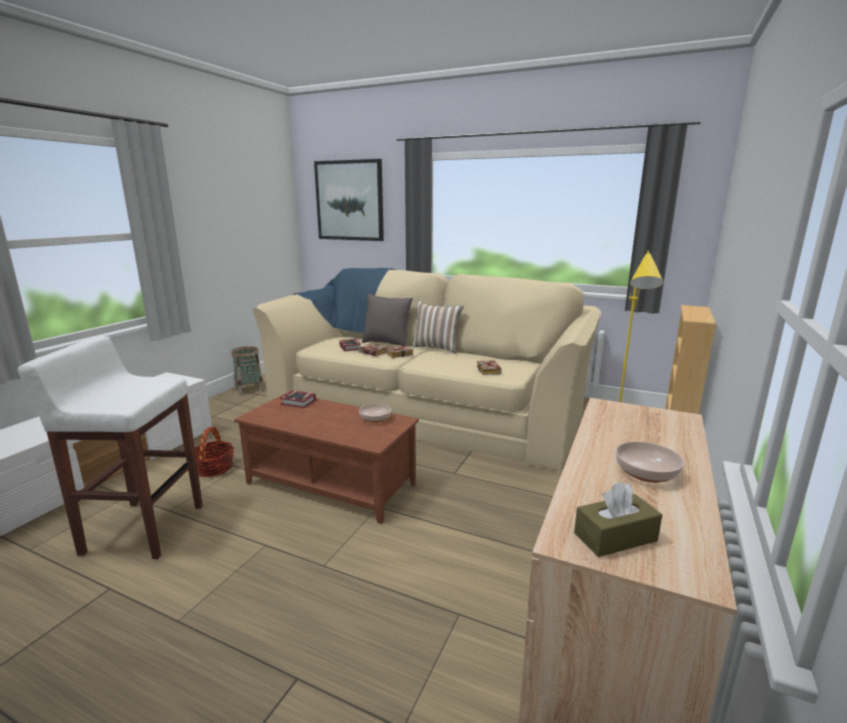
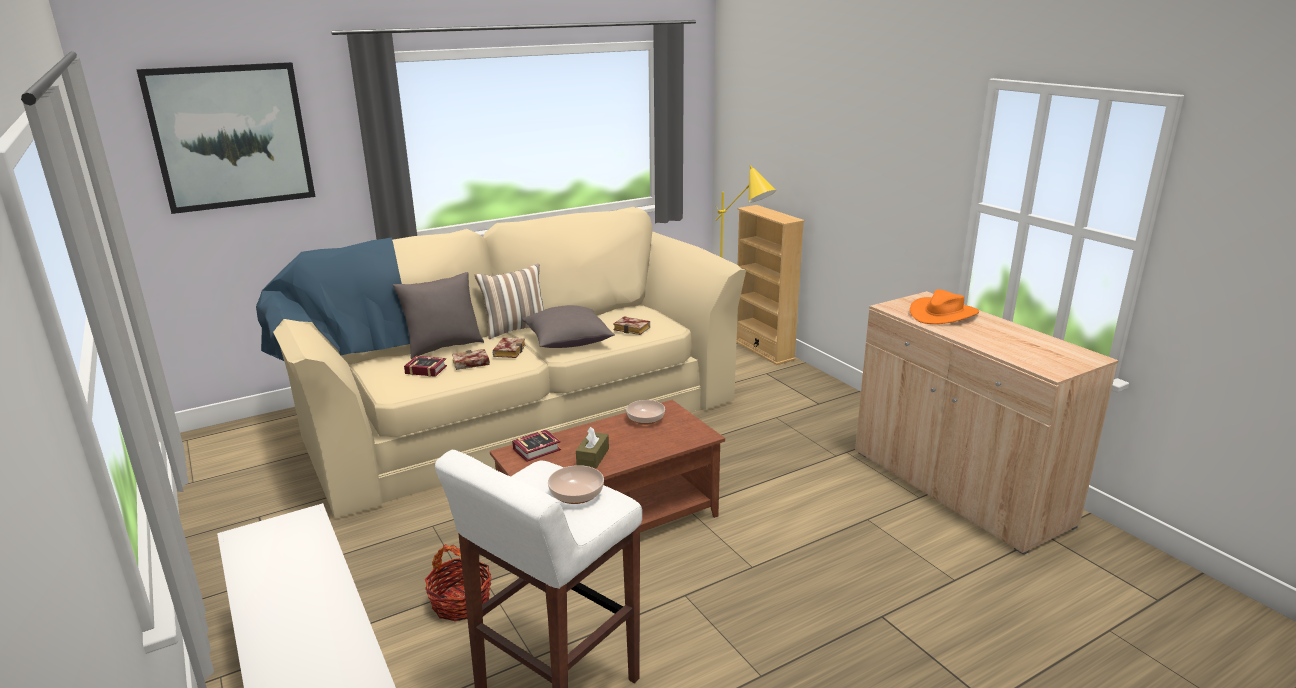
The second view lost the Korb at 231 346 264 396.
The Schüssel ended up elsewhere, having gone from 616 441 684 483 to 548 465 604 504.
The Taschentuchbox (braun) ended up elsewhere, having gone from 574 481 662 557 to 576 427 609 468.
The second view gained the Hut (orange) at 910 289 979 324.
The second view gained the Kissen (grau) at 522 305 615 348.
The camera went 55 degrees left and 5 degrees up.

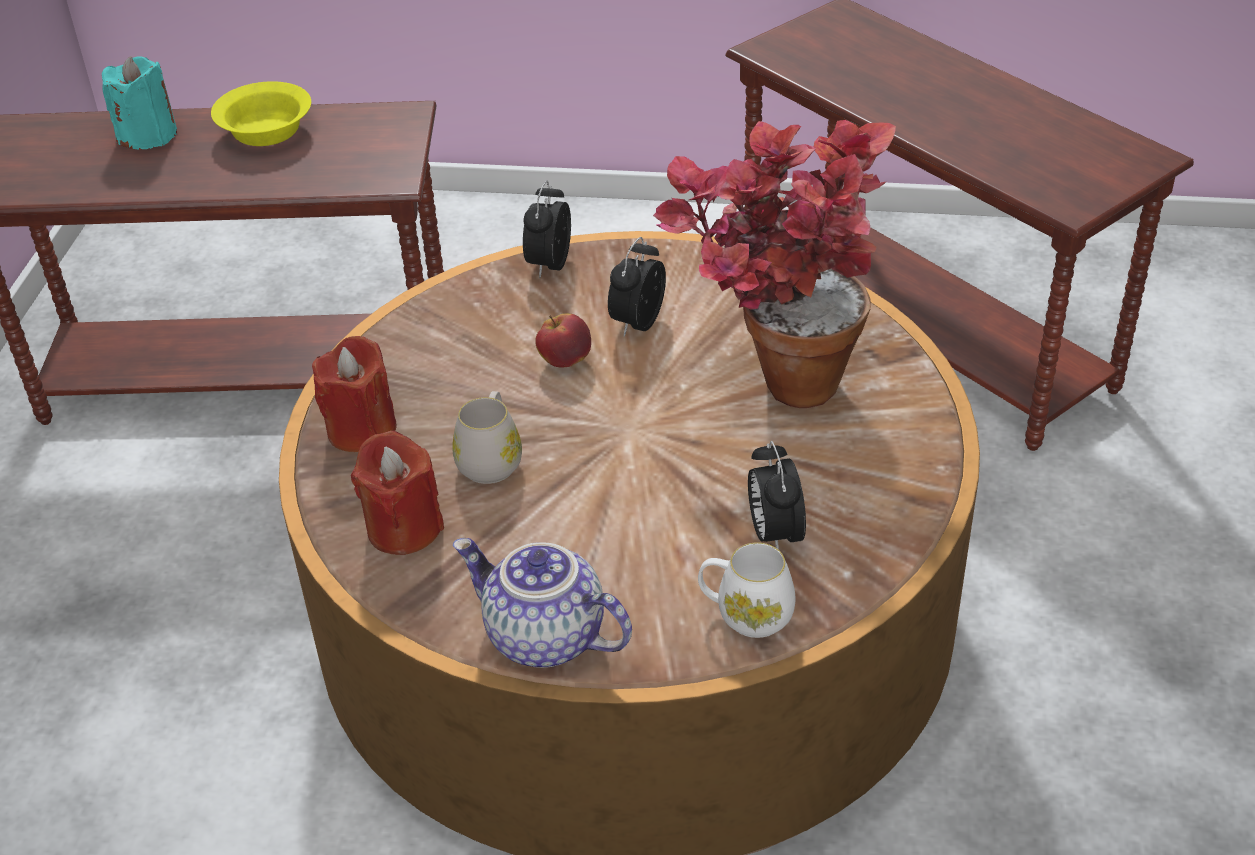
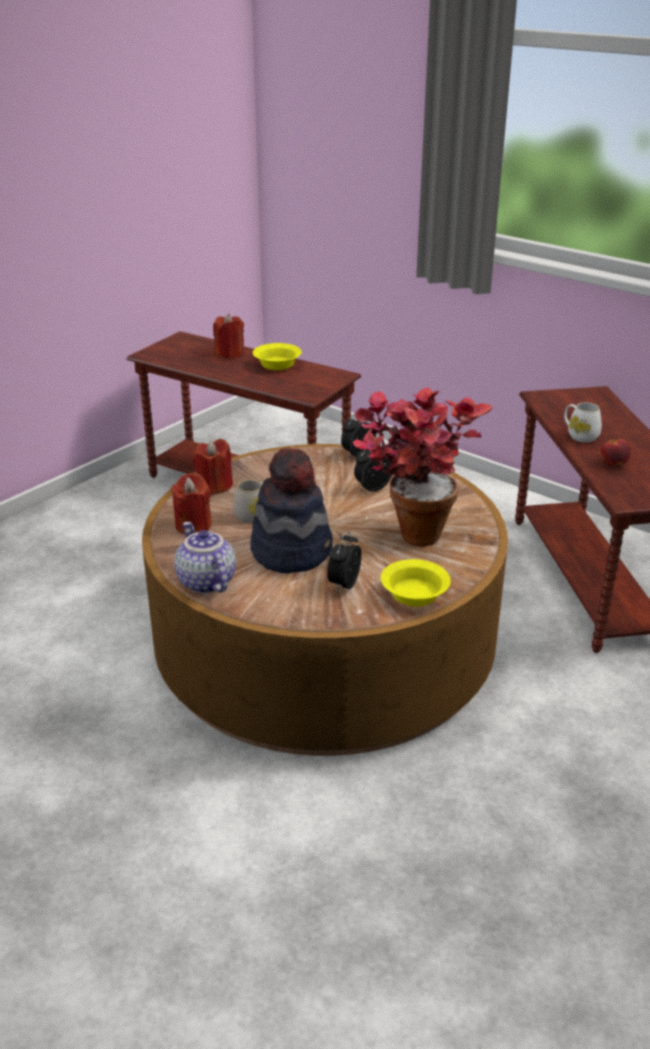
What was the Kerze (türkis) at 102 56 177 150 turned into the Kerze (rot) at 213 313 244 359.
The Apfel ended up elsewhere, having gone from 535 314 591 368 to 600 437 631 466.
The Henkelbecher (weiß) ended up elsewhere, having gone from 698 542 795 638 to 564 402 602 442.
The second view gained the Hut at 250 447 333 573.
The second view gained the Schüssel (gelb) at 381 559 451 607.
The camera went 30 degrees right and 10 degrees down.

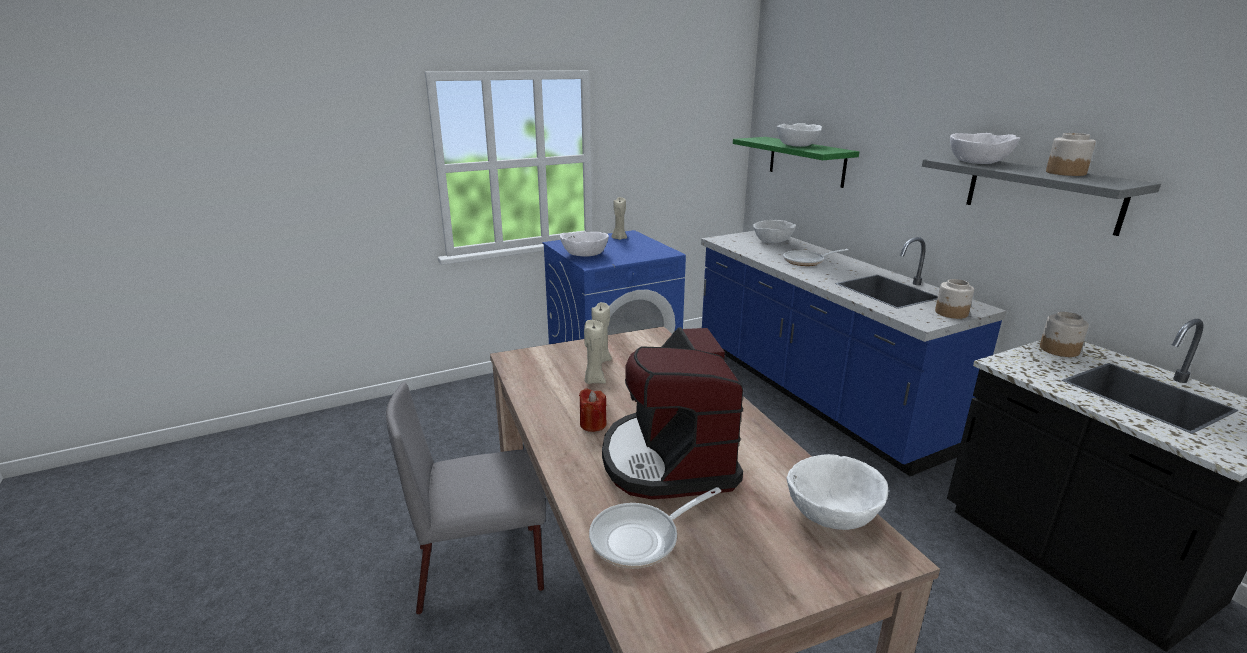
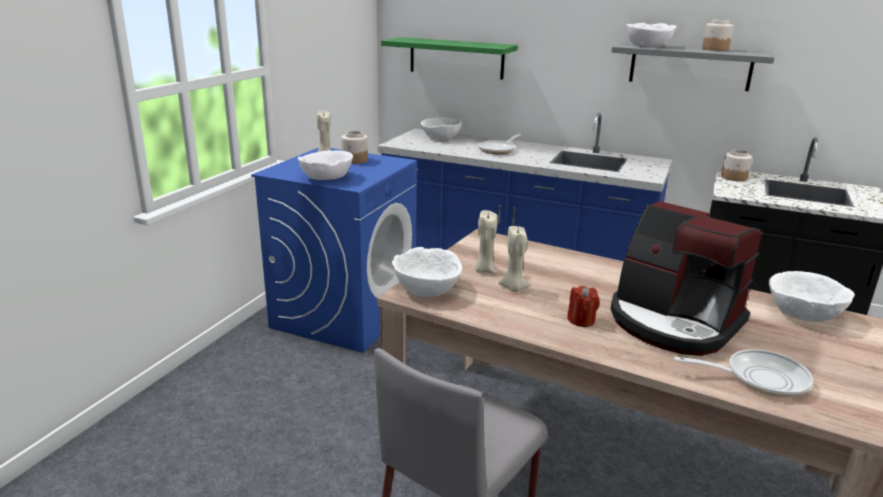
The Schüssel (weiß) ended up elsewhere, having gone from 777 123 822 147 to 392 247 462 297.
The Vorratsglas ended up elsewhere, having gone from 935 279 974 319 to 341 131 368 164.
The Pfanne at 589 487 721 569 ended up facing another way, 105 degrees counterclockwise from before.
The camera went 40 degrees left and 0 degrees up.

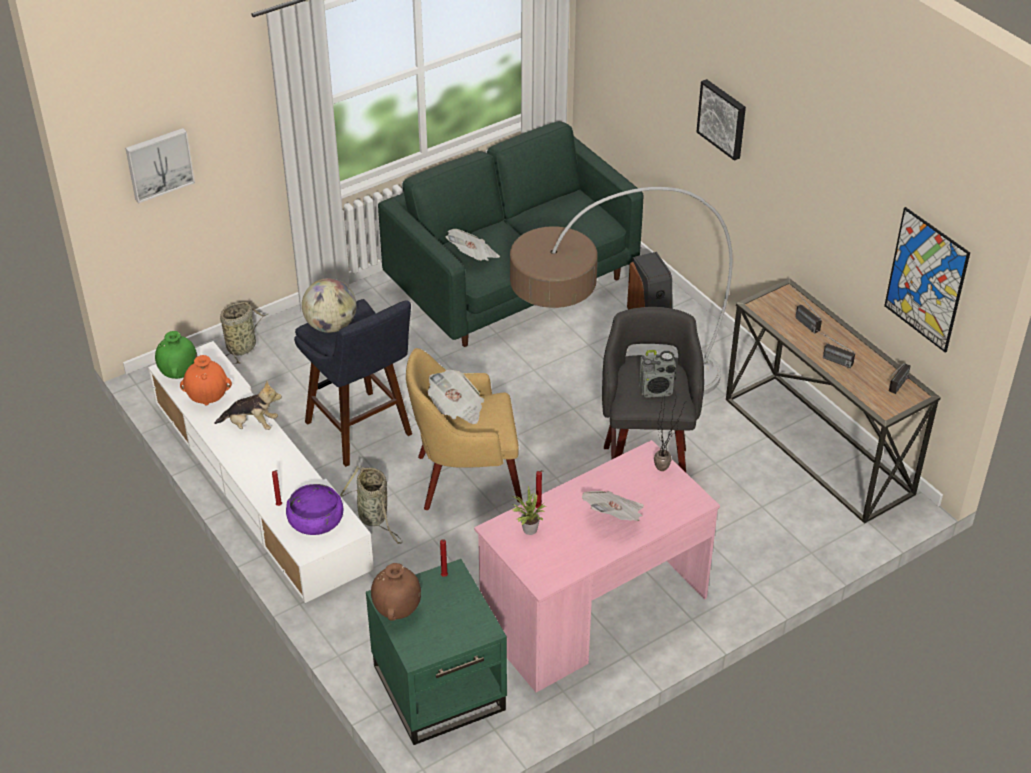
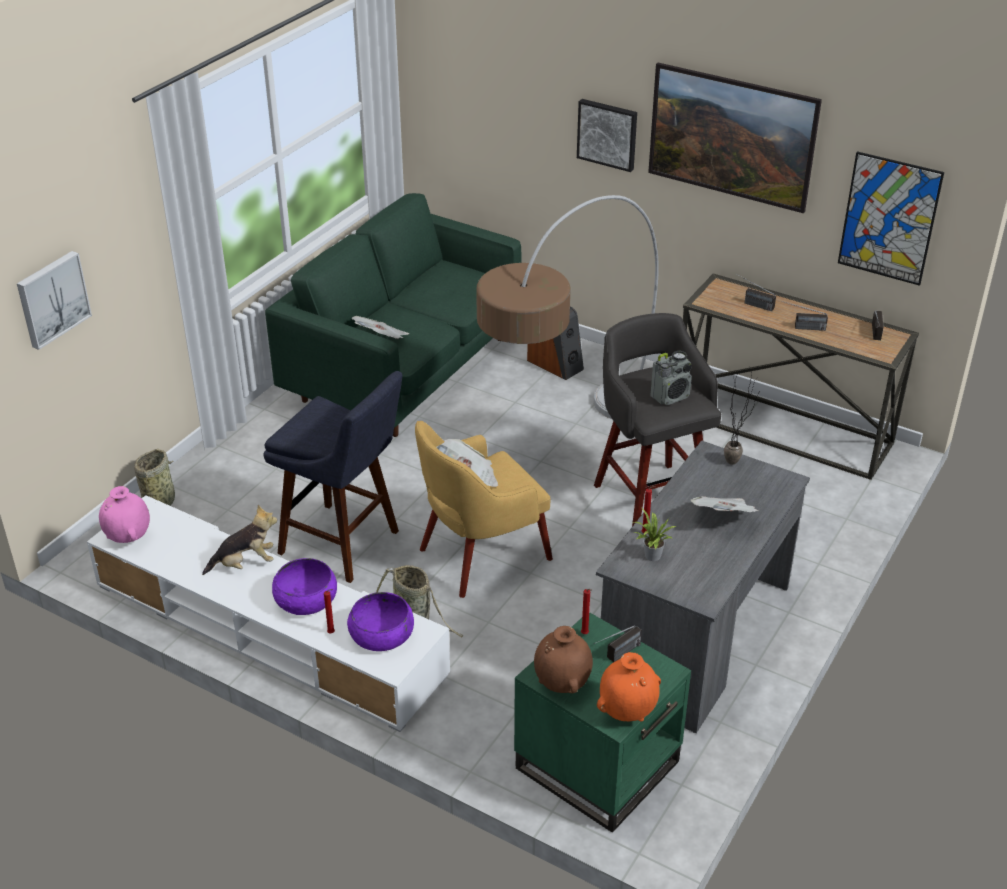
The second view lost the Globus at 302 278 356 333.
What was the Vase (grün) at 155 331 197 379 turned into the Vase (rosa) at 99 486 150 543.
The Vase (orange) ended up elsewhere, having gone from 180 355 232 406 to 597 652 661 721.
What was the Schreibtisch (rosa) at 474 440 720 692 turned into the Schreibtisch (grau) at 596 440 810 733.
The second view gained the Bild at 648 63 822 213.
The second view gained the Schüssel (lila) at 272 558 337 615.
The second view gained the Radio at 594 626 642 662.
The camera went 25 degrees left and 5 degrees down.

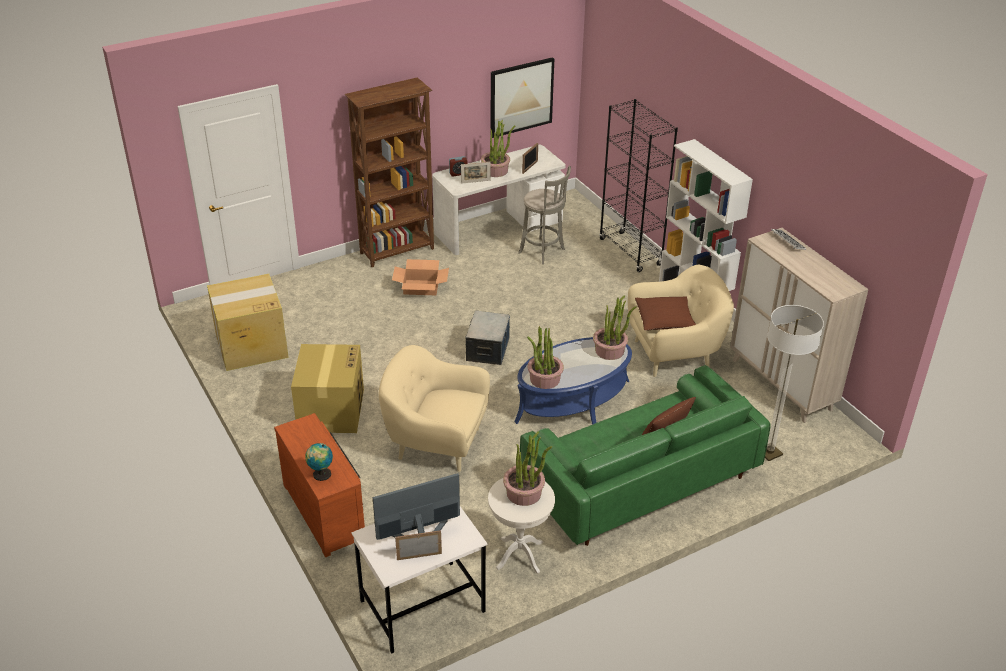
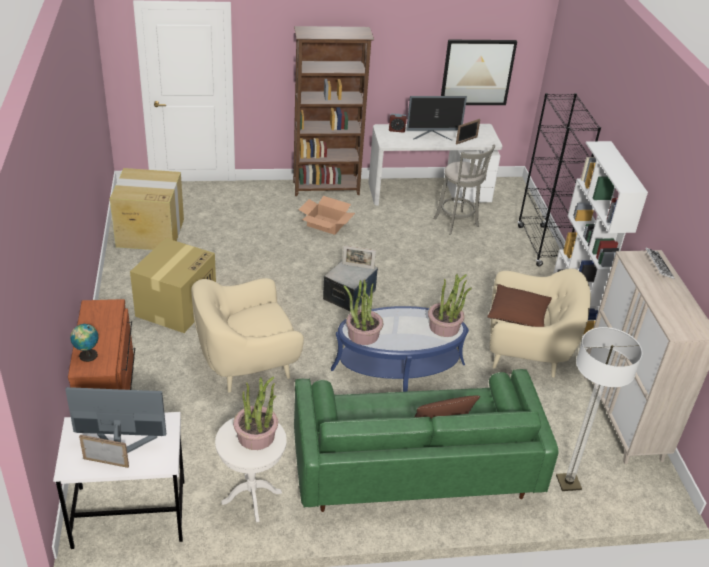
Where the Topfpflanze stood at 481 120 516 177, the Monitor came to stand at 406 96 467 140.
The Bilderrahmen ended up elsewhere, having gone from 461 162 490 184 to 342 245 376 269.
The Sessel (beige) at 379 345 490 472 ended up facing another way, 60 degrees counterclockwise from before.
The camera went 20 degrees right and 0 degrees up.

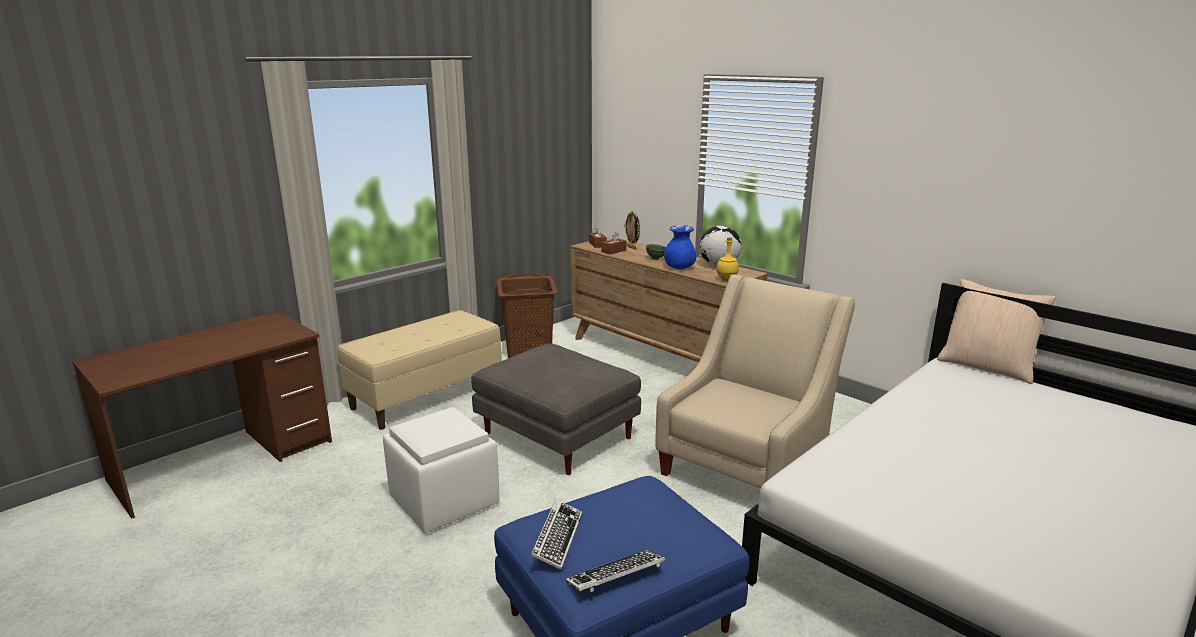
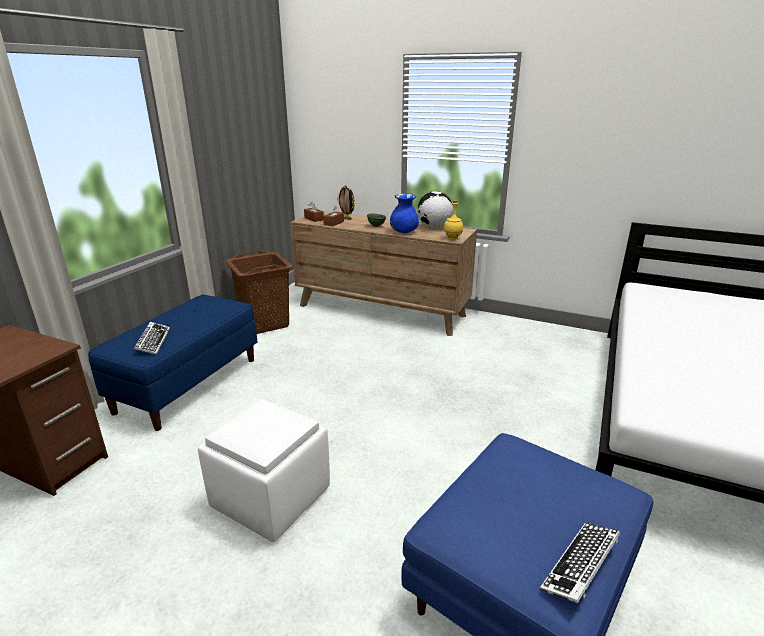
The second view lost the Sessel (beige) at 655 274 855 489.
The second view lost the Kissen (beige) at 937 279 1056 384.
What was the Bank (beige) at 337 310 502 430 turned into the Bank (blau) at 88 294 257 431.
The second view lost the Polsterhocker (grau) at 471 343 641 475.
The Tastatur ended up elsewhere, having gone from 531 499 582 570 to 134 322 170 355.
The camera went 20 degrees left and 5 degrees up.

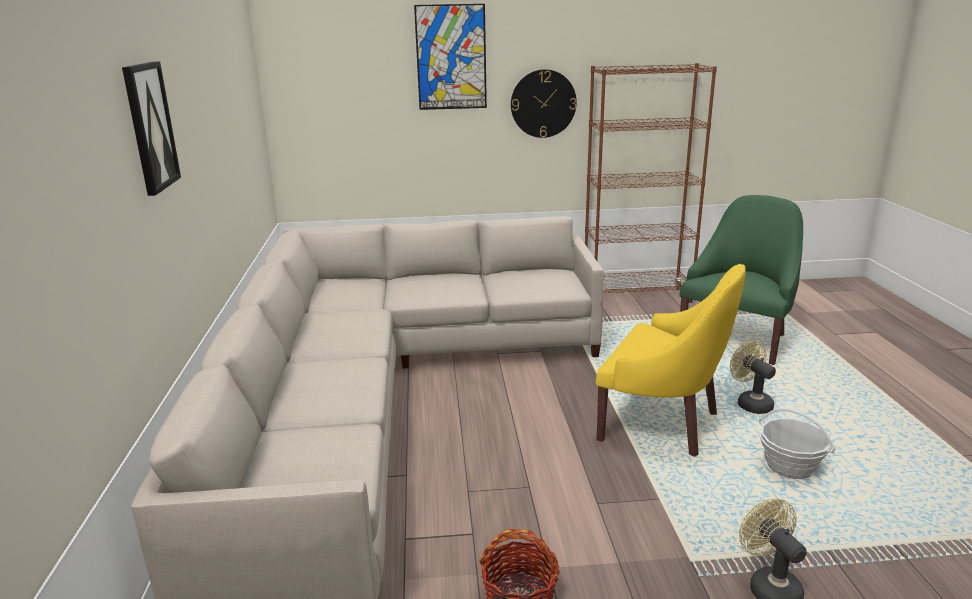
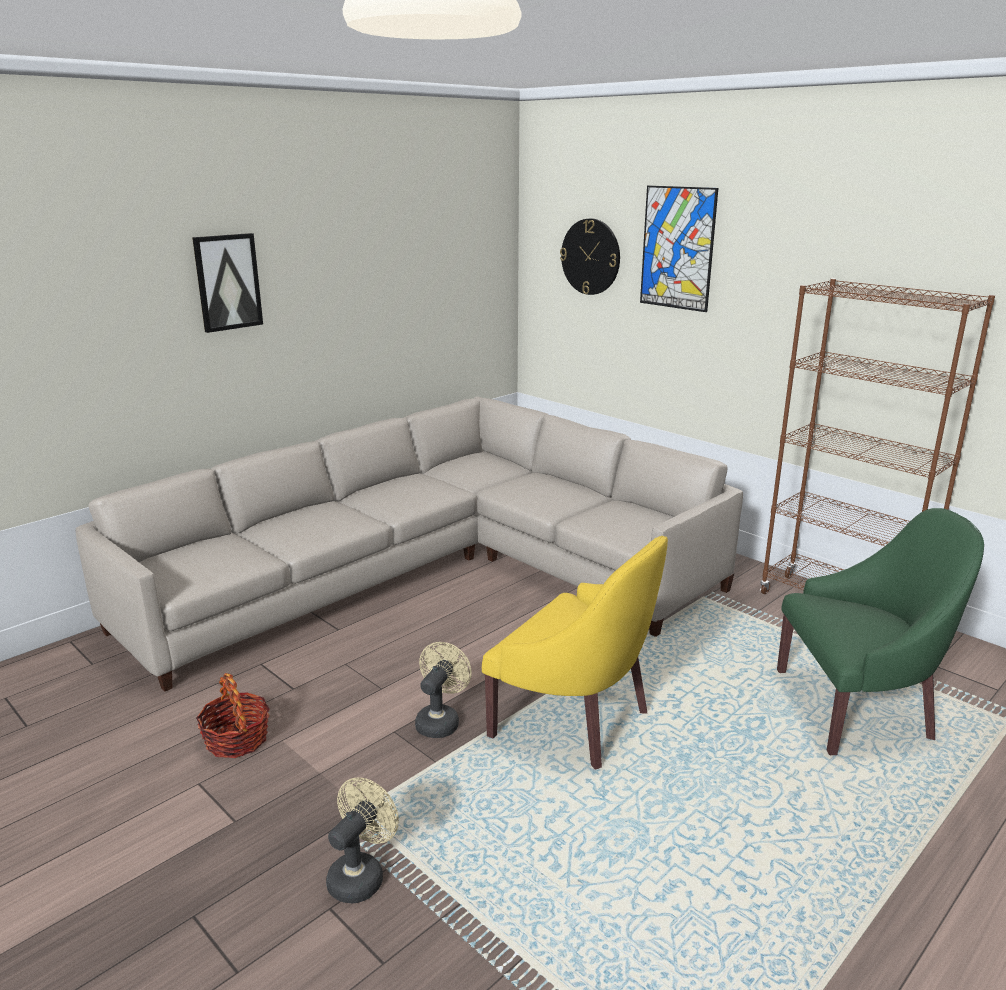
The Wanduhr ended up elsewhere, having gone from 511 69 577 138 to 560 218 620 295.
The Sessel (gelb) at 596 264 746 457 ended up facing another way, 45 degrees counterclockwise from before.
The Ventilator (beige) ended up elsewhere, having gone from 730 341 776 414 to 415 642 472 738.
The second view lost the Korb at 759 408 836 479.
The camera went 50 degrees right and 0 degrees up.

